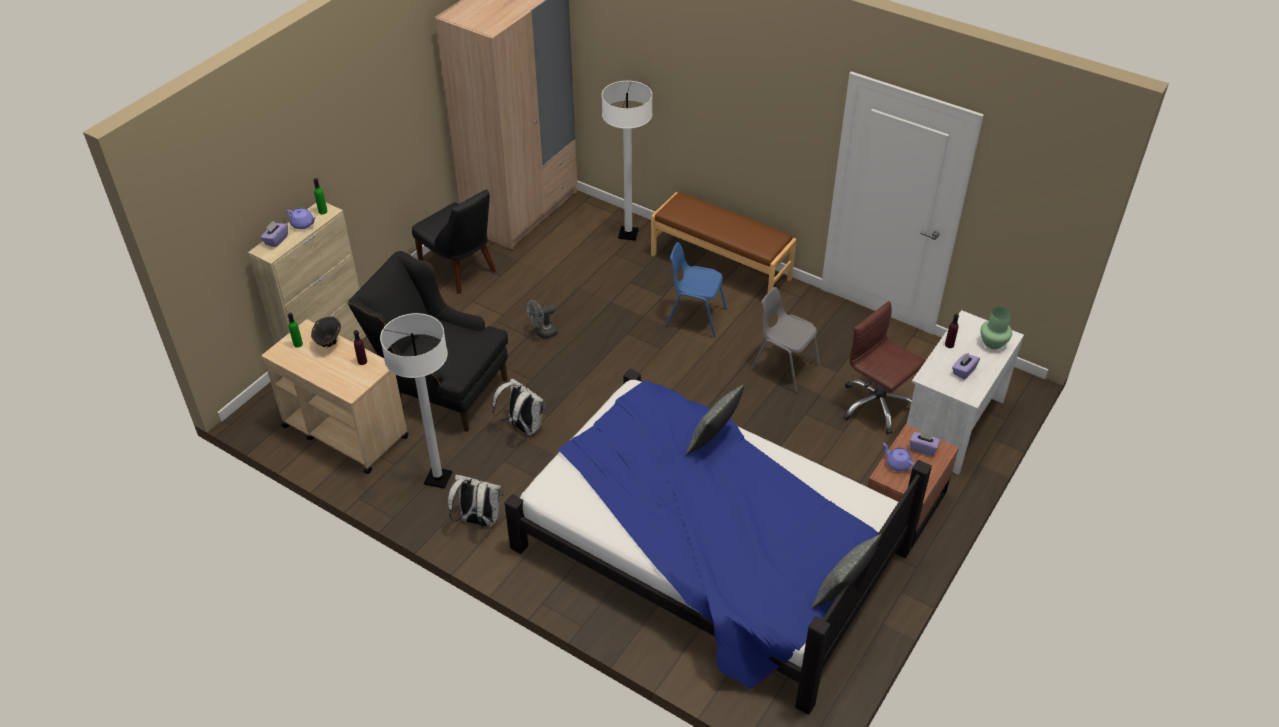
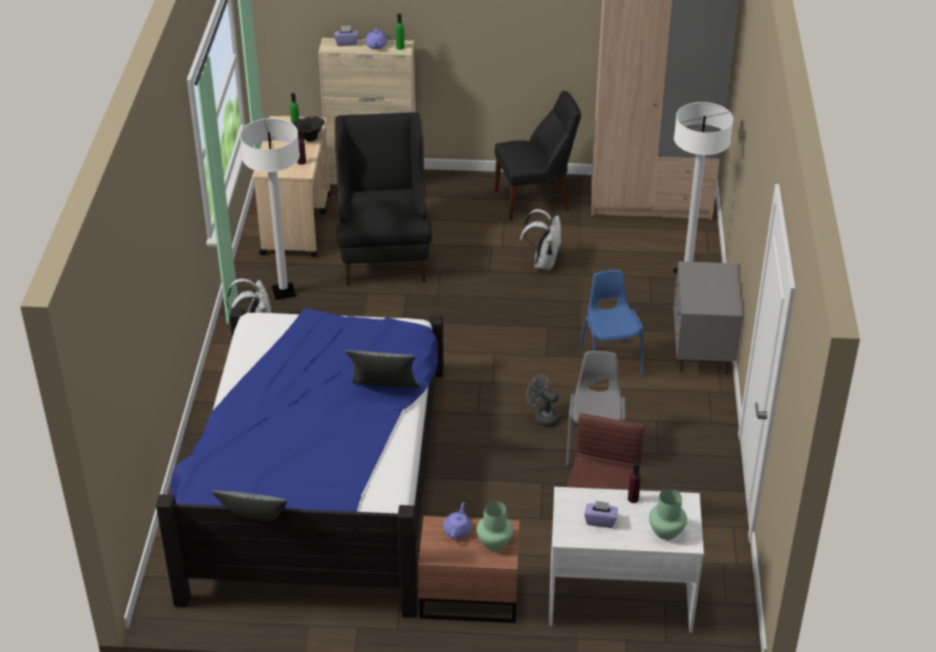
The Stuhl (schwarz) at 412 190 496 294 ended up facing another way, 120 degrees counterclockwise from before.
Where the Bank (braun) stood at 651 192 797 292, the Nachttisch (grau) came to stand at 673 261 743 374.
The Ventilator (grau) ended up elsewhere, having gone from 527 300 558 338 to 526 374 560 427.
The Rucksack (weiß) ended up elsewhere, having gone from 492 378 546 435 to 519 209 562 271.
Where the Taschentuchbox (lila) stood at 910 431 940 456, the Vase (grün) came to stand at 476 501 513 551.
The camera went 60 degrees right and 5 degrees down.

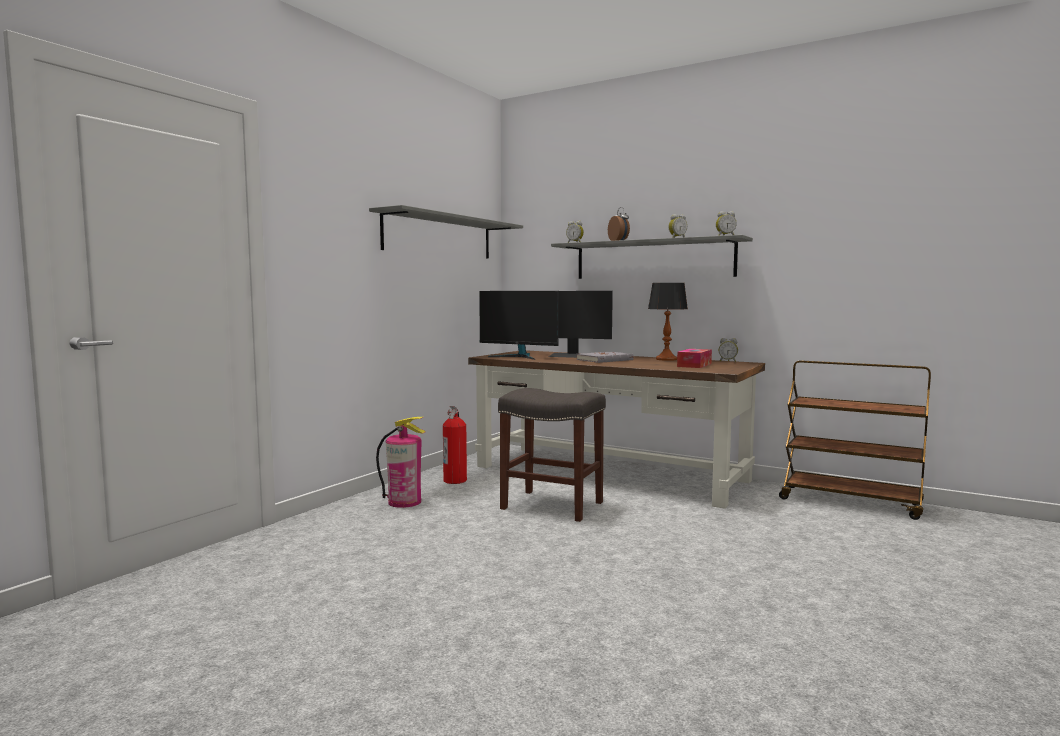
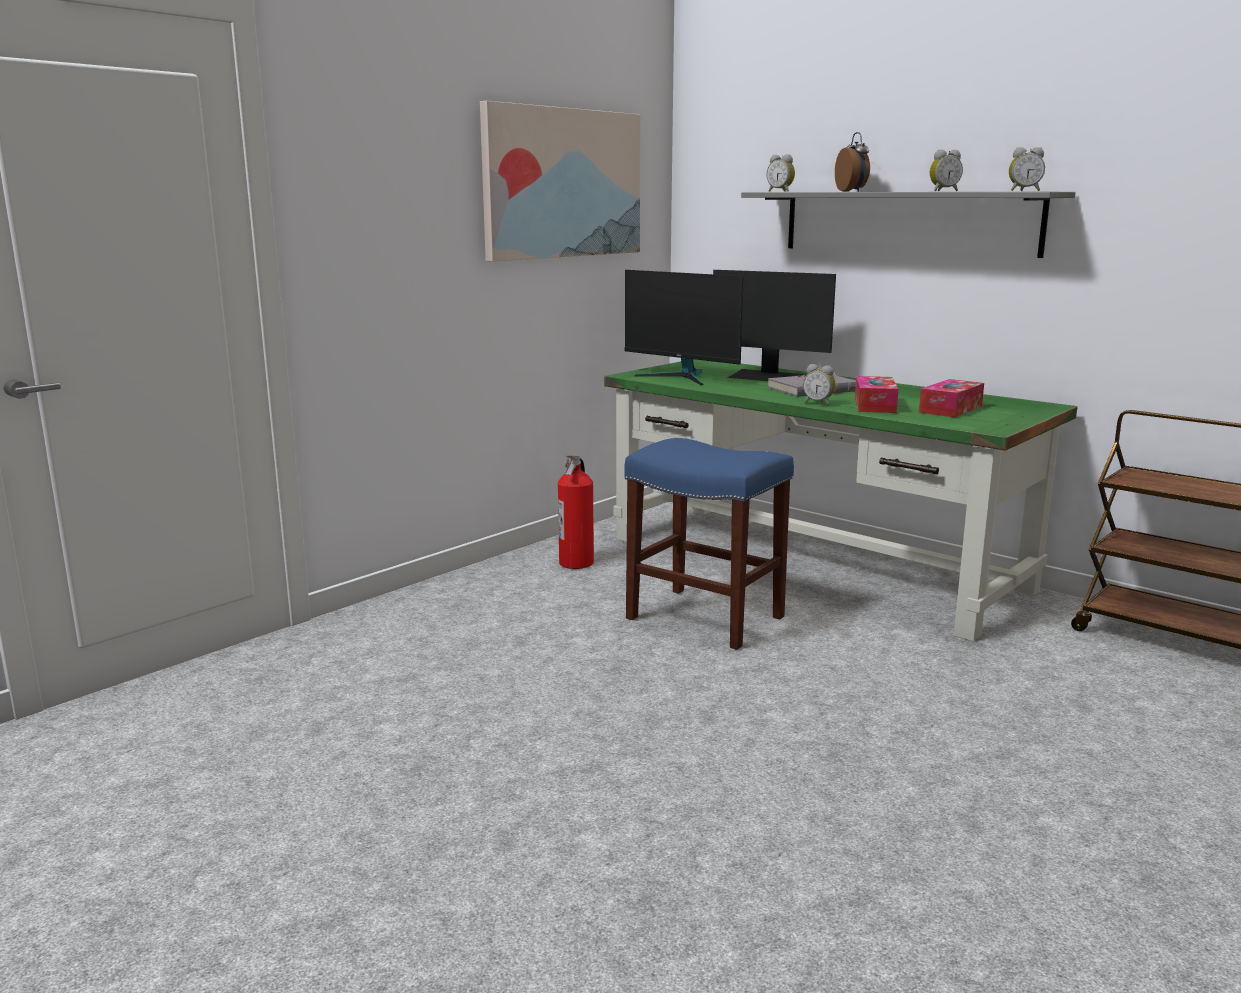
Where the Wandregal (grau) hung at 369 205 523 259, the Bild came to hang at 480 101 641 261.
The second view lost the Tischlampe at 648 283 688 361.
The Wecker ended up elsewhere, having gone from 719 338 738 362 to 803 364 836 405.
What was the Schreibtisch (braun) at 468 350 765 509 turned into the Schreibtisch (grün) at 604 359 1078 642.
What was the Hocker (grau) at 498 388 606 522 turned into the Hocker (blau) at 624 438 794 650.
The second view lost the Feuerlöscher at 376 417 426 508.
The second view gained the Taschentuchbox at 855 376 899 413.
The camera went 10 degrees right and 10 degrees up.

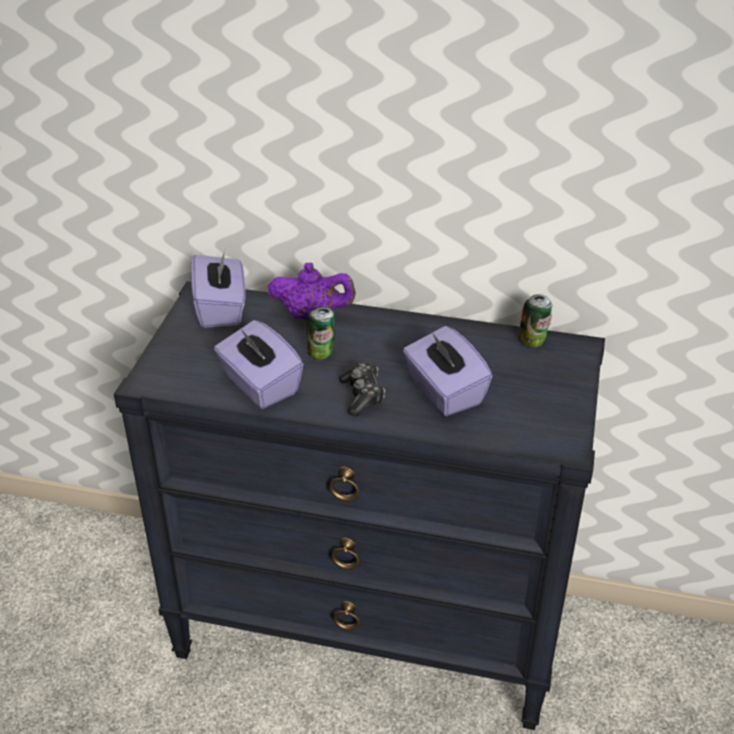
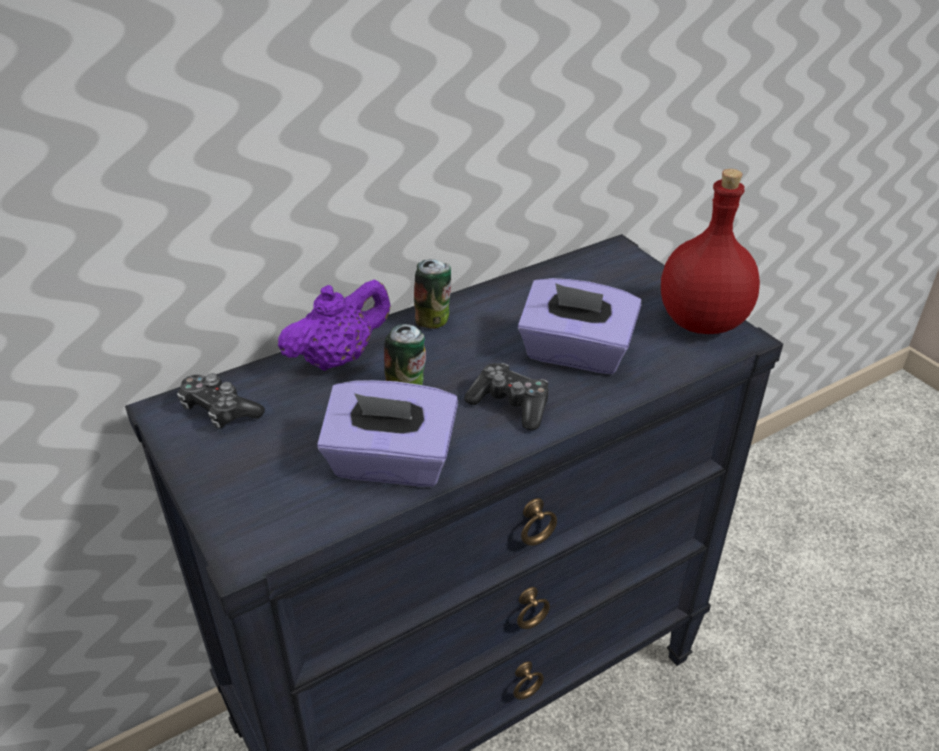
Where the Taschentuchbox (lila) stood at 191 250 246 328, the Gamepad came to stand at 177 373 265 428.
The Dose ended up elsewhere, having gone from 518 294 552 347 to 414 259 451 329.
The second view gained the Flasche (rot) at 661 169 760 334.
The camera went 45 degrees left and 0 degrees up.

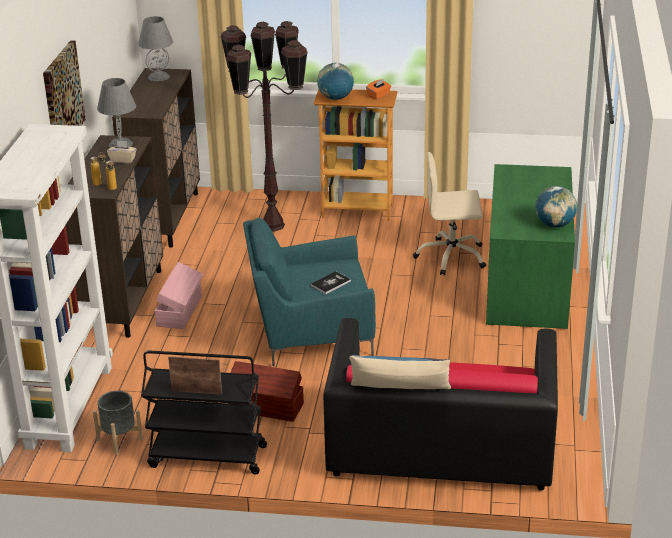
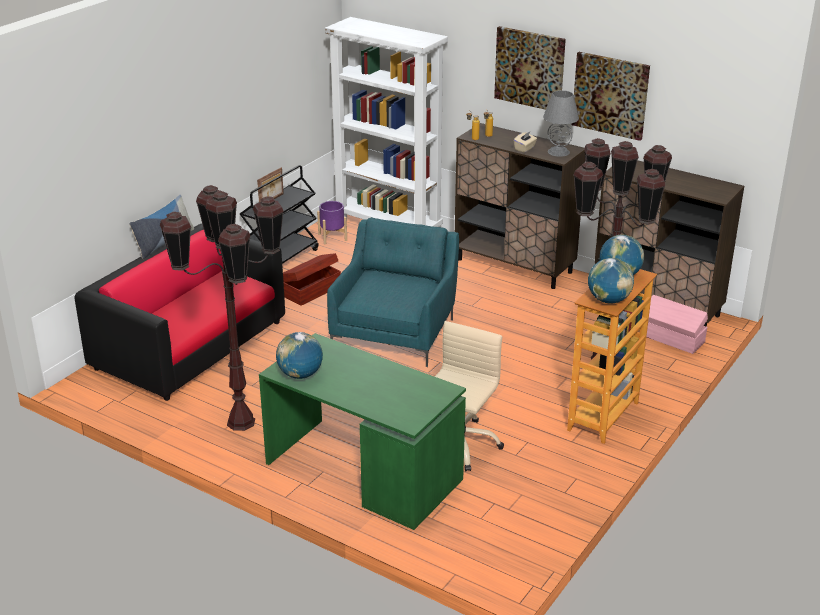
The second view lost the Tischlampe (grau) at 138 16 173 81.
Where the Taschentuchbox (orange) stood at 366 79 391 100, the Globus came to stand at 588 258 634 304.
The Aufbewahrungsbox (rosa) ended up elsewhere, having gone from 155 262 203 329 to 646 295 708 354.
The second view lost the Buch at 310 271 351 294.
What was the Pflanzkübel (grau) at 93 391 143 454 turned into the Pflanzkübel (lila) at 317 201 347 244.
The second view gained the Bild at 572 52 650 141.
The second view gained the Stehlampe (braun) at 160 185 284 431.
The camera went 115 degrees right and 0 degrees up.

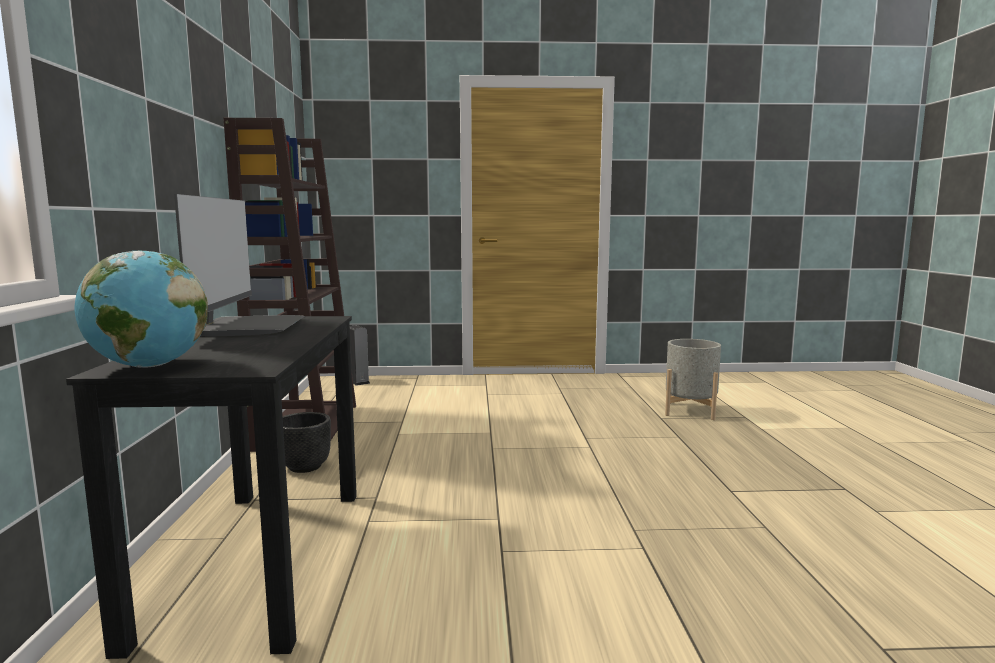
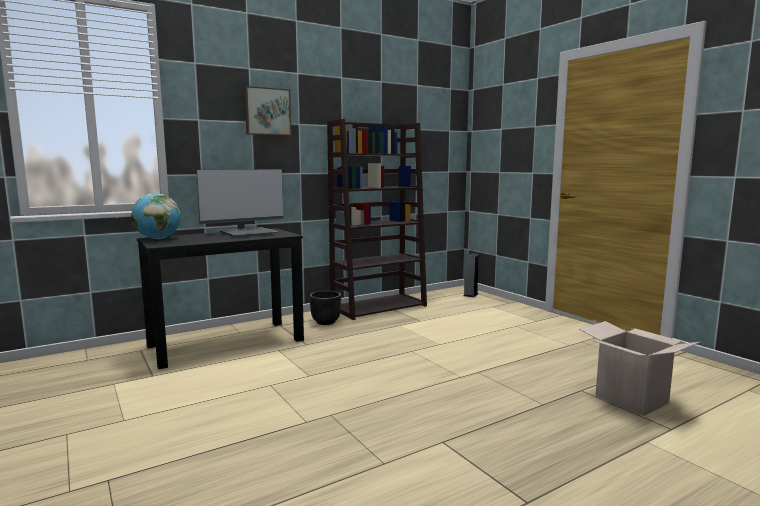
Where the Pflanzkübel (grau) stood at 665 339 721 420, the Karton came to stand at 579 321 701 416.
The second view gained the Bild at 244 86 292 136.
The camera went 60 degrees right and 0 degrees up.

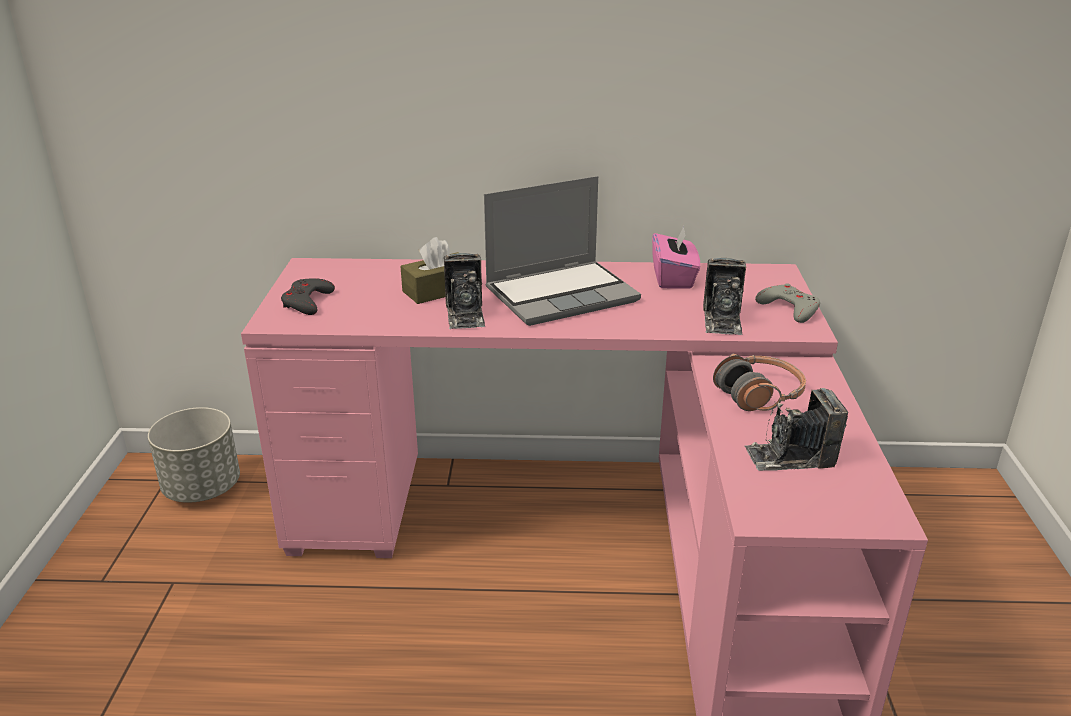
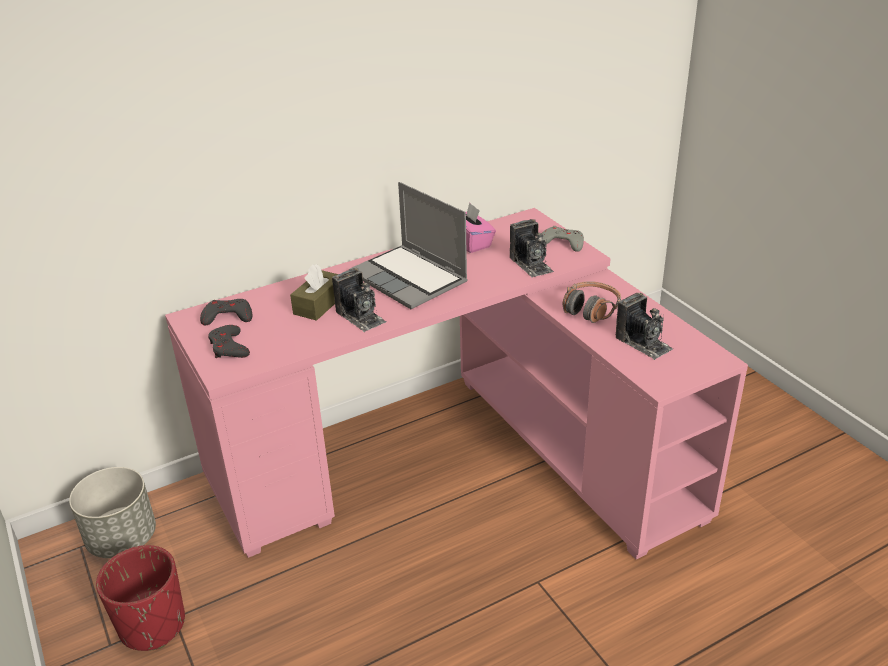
The Laptop at 484 176 641 326 ended up facing another way, 105 degrees clockwise from before.
The Kamera at 744 388 848 471 ended up facing another way, 90 degrees counterclockwise from before.
The second view gained the Gamepad (grau) at 200 299 252 325.
The second view gained the Pflanzkübel (rot) at 96 545 185 651.
The camera went 30 degrees left and 5 degrees up.

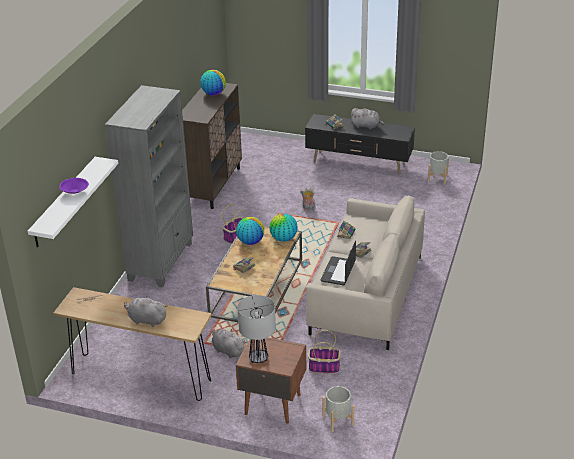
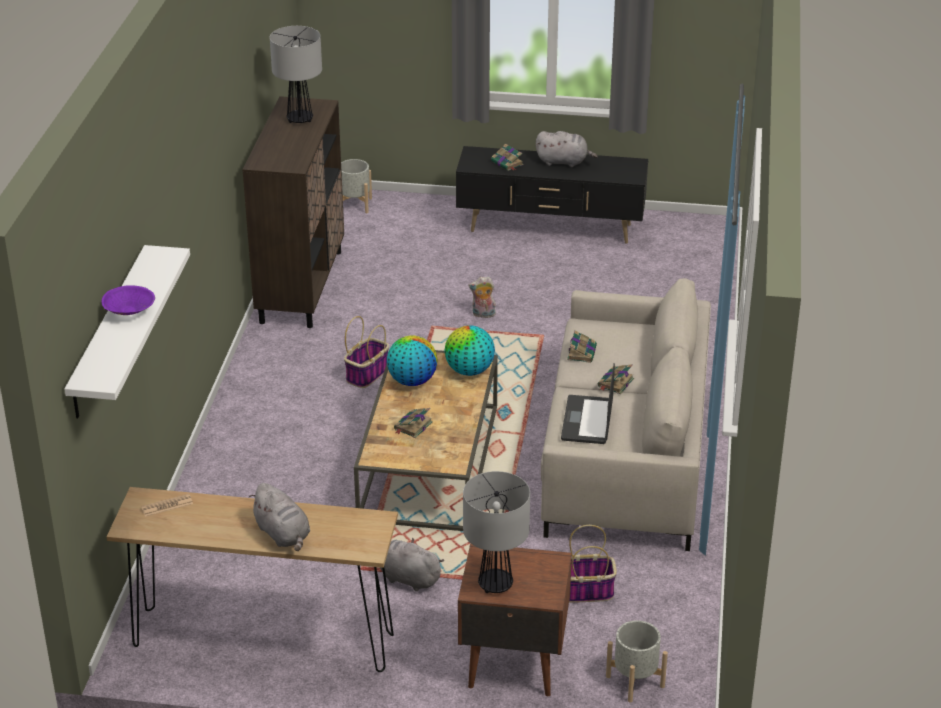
Where the Globus stood at 200 70 226 95, the Tischlampe came to stand at 270 26 322 123.
The second view lost the Bücherregal (grau) at 105 85 193 287.
The Pflanzkübel (grau) ended up elsewhere, having gone from 428 151 449 184 to 341 159 372 213.
The Plüschtier (grau) at 124 296 167 327 ended up facing another way, 135 degrees counterclockwise from before.
The camera went 10 degrees left and 0 degrees up.

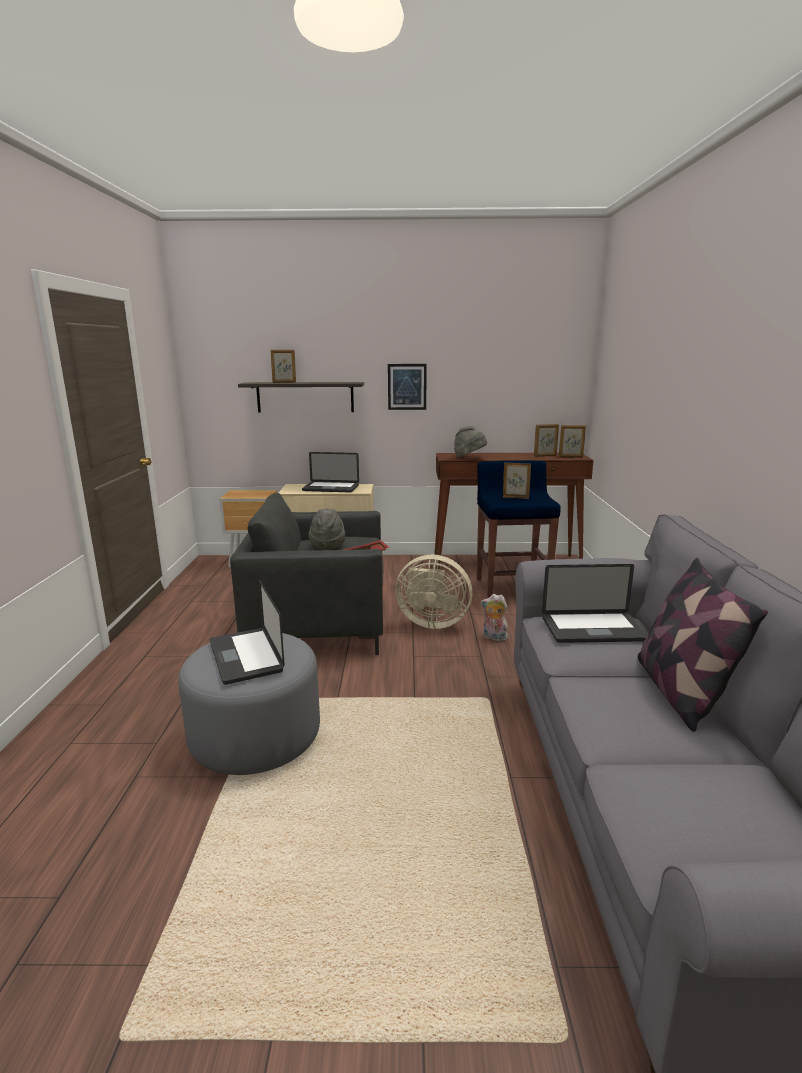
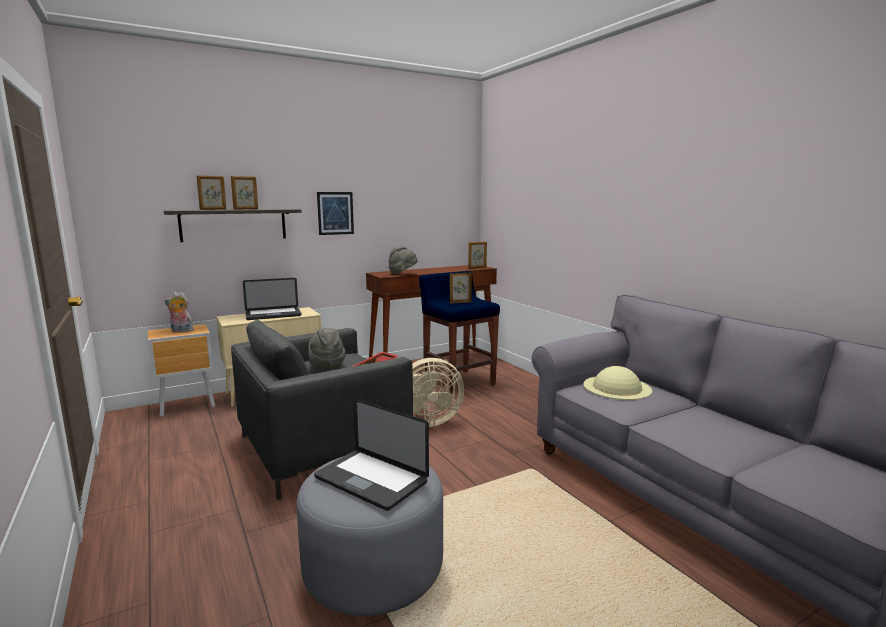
The Bilderrahmen ended up elsewhere, having gone from 534 424 559 456 to 231 176 258 210.
The second view lost the Kissen at 638 558 768 732.
Where the Laptop stood at 542 564 648 643, the Hut (beige) came to stand at 583 366 652 400.
The Plüschtier ended up elsewhere, having gone from 481 594 508 641 to 164 292 195 332.
The camera went 30 degrees left and 5 degrees down.

